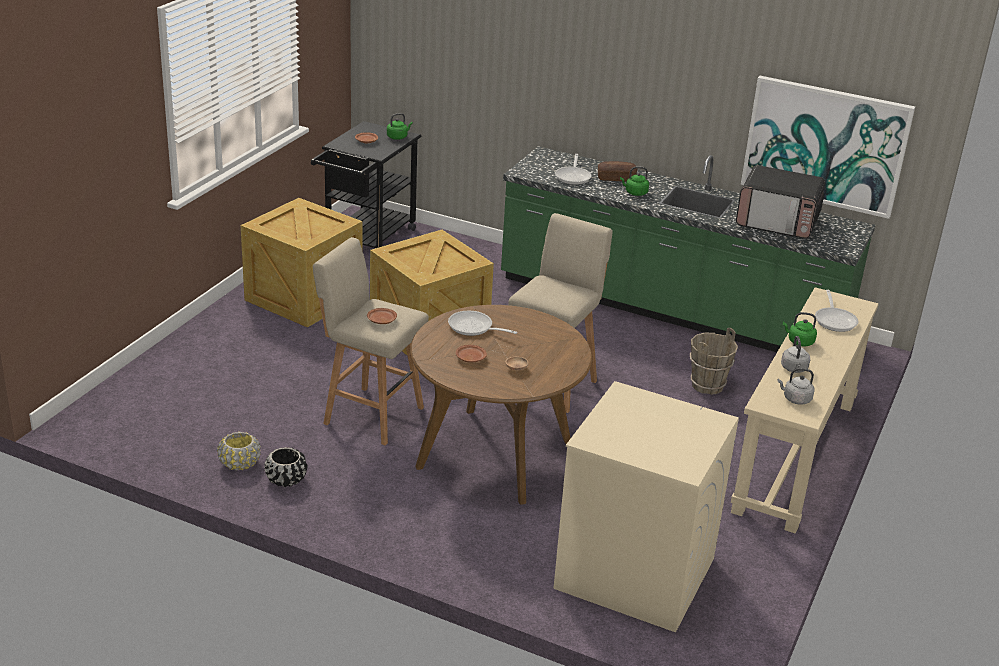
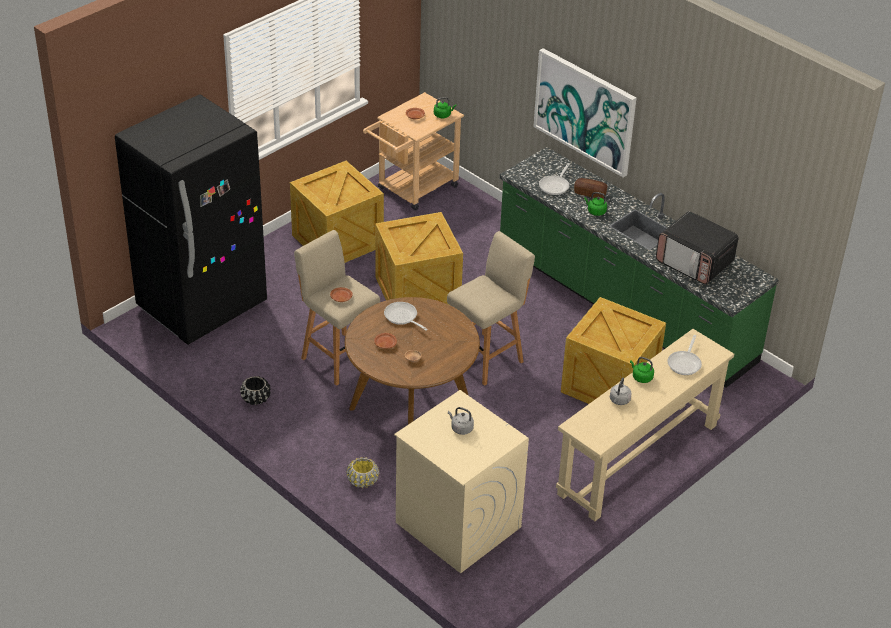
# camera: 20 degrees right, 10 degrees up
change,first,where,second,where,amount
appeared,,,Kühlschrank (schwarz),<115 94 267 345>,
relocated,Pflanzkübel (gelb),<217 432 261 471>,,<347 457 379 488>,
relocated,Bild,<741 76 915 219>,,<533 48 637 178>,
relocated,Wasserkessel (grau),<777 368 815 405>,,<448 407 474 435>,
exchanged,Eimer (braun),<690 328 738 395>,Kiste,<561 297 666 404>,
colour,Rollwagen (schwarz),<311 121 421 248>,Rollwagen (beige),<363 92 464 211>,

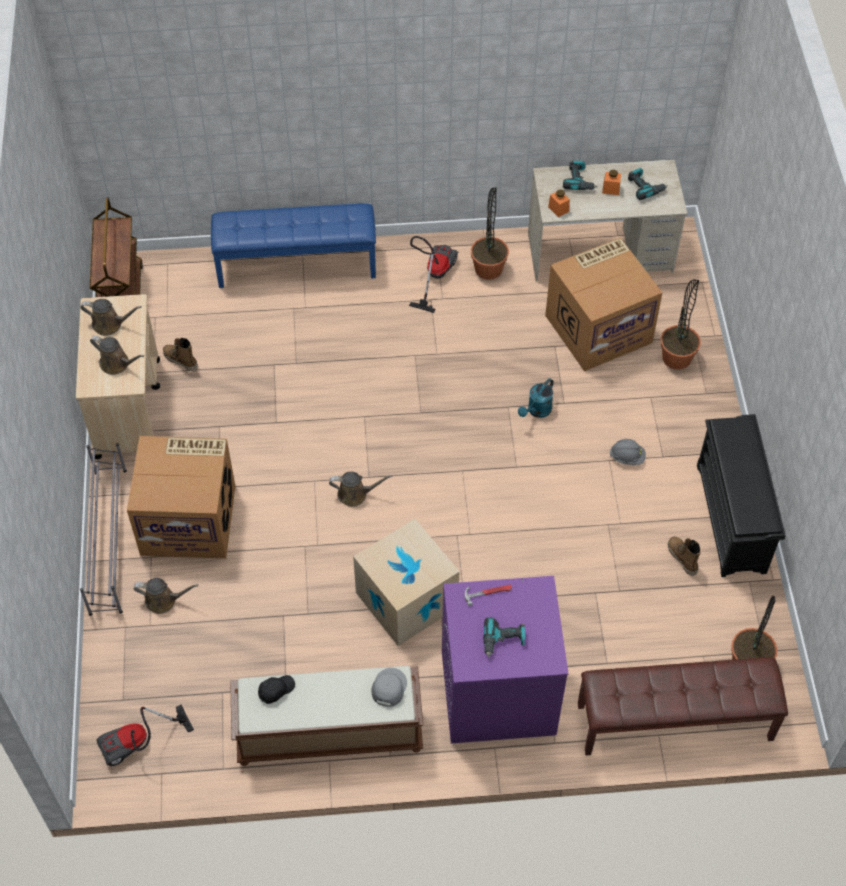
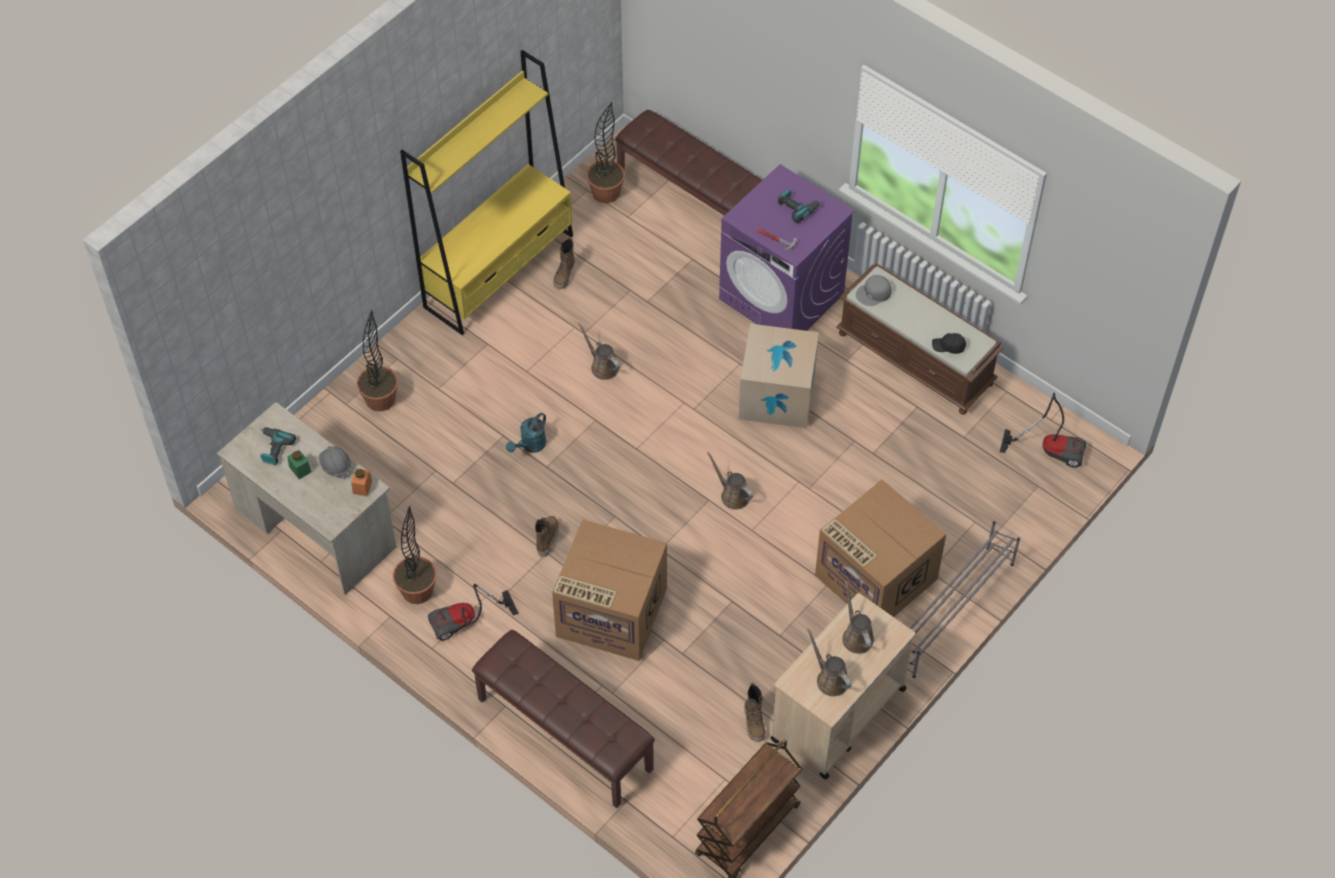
# camera: 135 degrees left, 0 degrees up
change,first,where,second,where,amount
missing,Bohrmaschine,<563 160 598 190>,,,
appeared,,,Stiefel,<535 516 559 557>,
relocated,Gießkanne (braun),<134 578 198 614>,,<578 323 620 380>,
relocated,Karton,<545 237 662 371>,,<552 519 667 661>,
relocated,Schutzhelm (grau),<609 439 646 465>,,<319 446 351 479>,
exchanged,Schuhregal (schwarz),<697 414 786 577>,Bücherregal (gelb),<400 50 573 335>,
colour,Bank (blau),<211 203 376 288>,Bank (braun),<472 630 655 808>,
colour,Vorratsglas (orange),<602 170 621 195>,Vorratsglas (grün),<287 450 312 479>,
spun,Gießkanne (türkis),<518 378 553 418>,,<506 413 546 453>,135 degrees clockwise

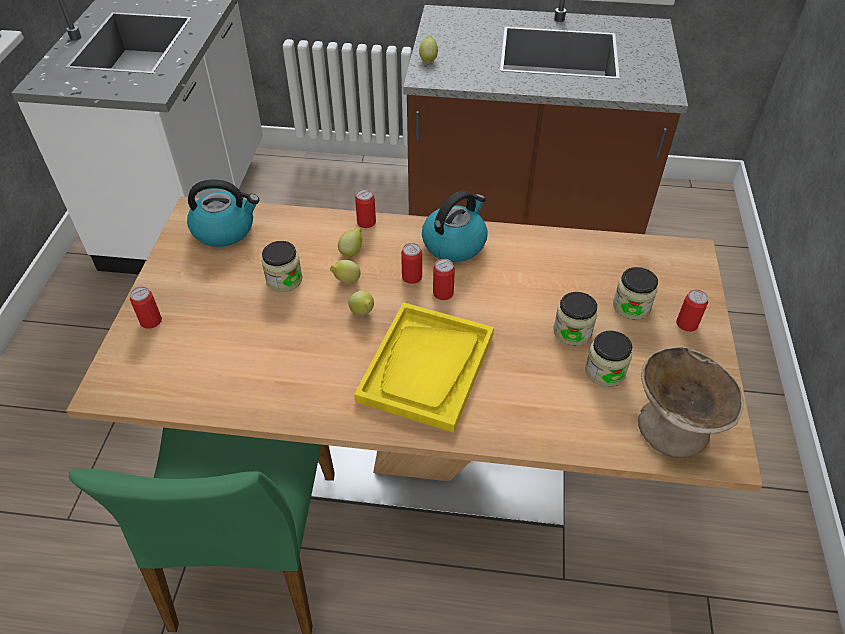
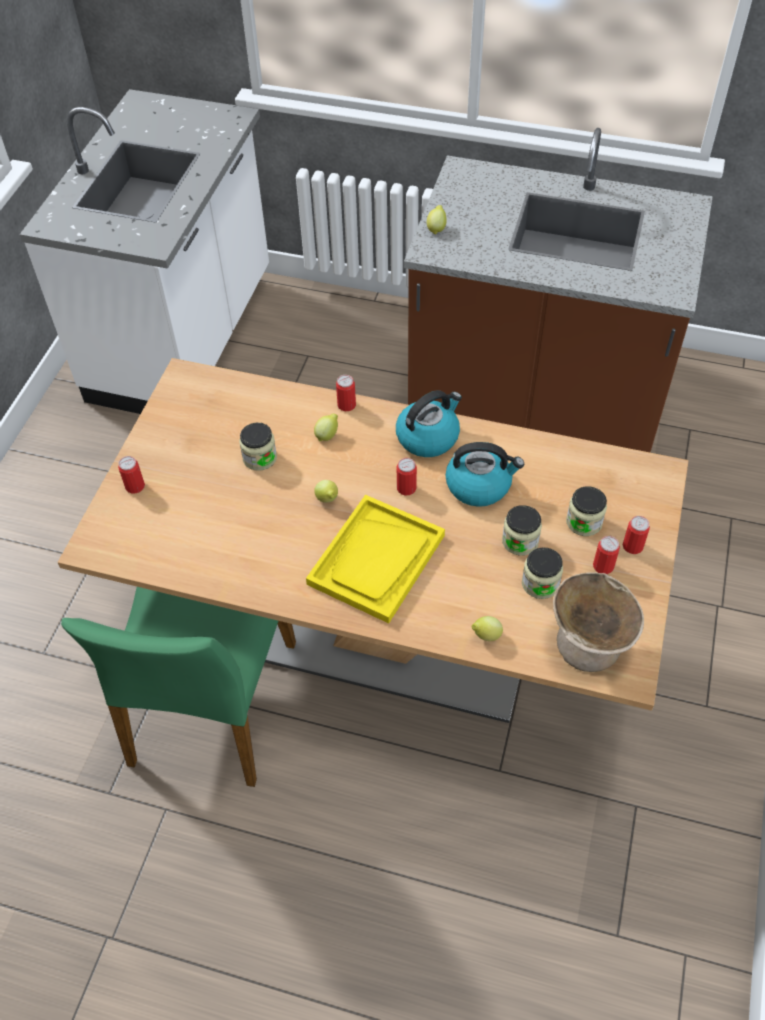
# camera: 10 degrees right, 5 degrees up
change,first,where,second,where,amount
relocated,Wasserkessel,<187 179 259 247>,,<445 442 524 507>,
relocated,Zitrone,<330 260 361 283>,,<472 616 503 641>,
relocated,Dose,<401 243 422 284>,,<593 536 620 574>,

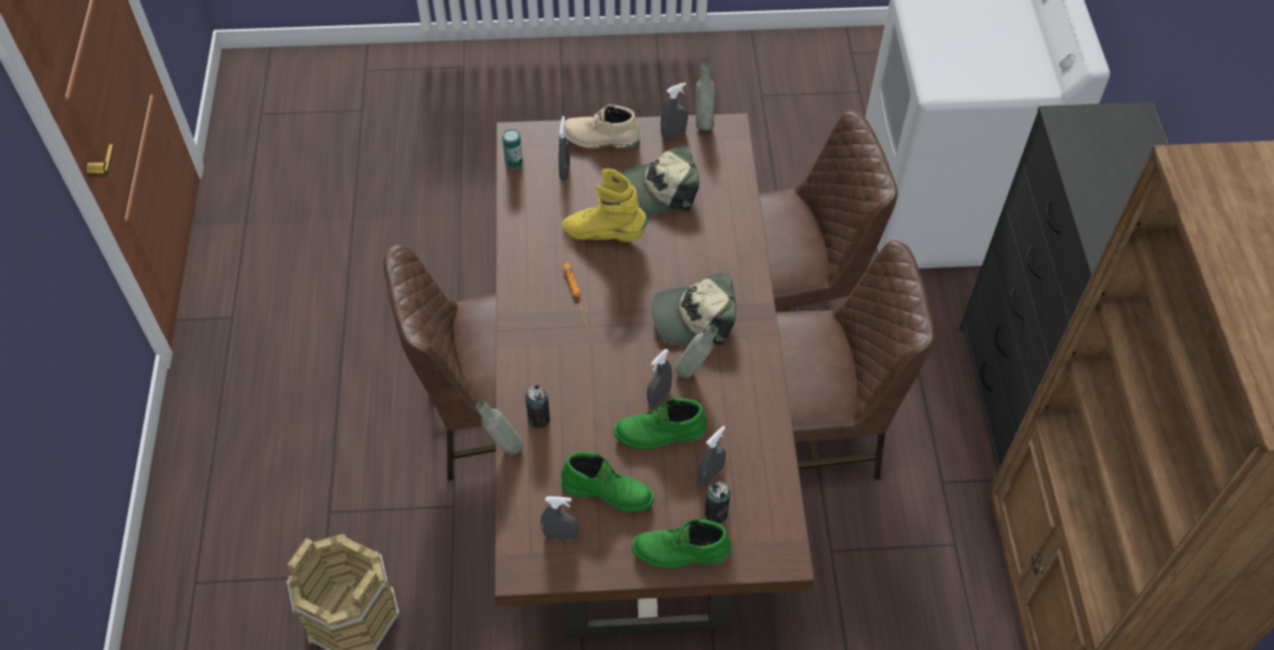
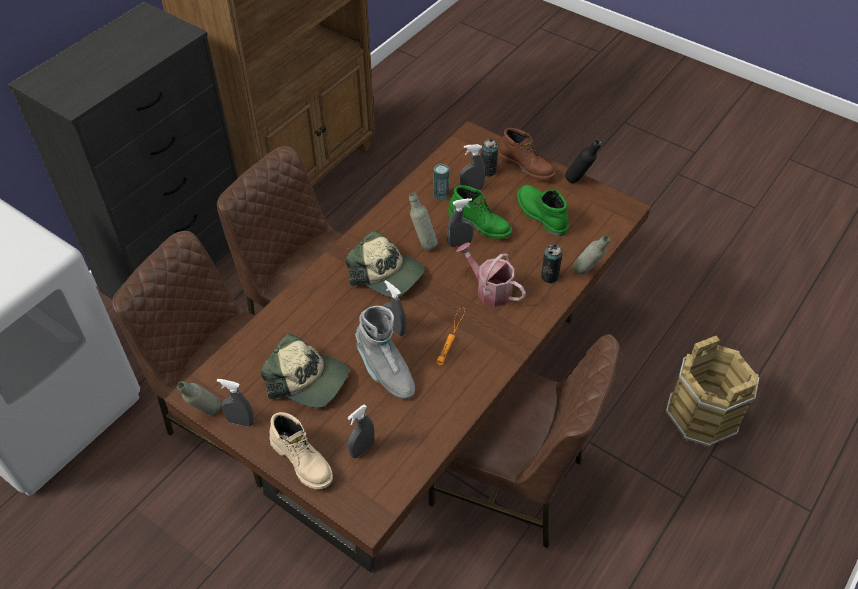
# camera: 140 degrees left, 5 degrees down
change,first,where,second,where,amount
appeared,,,Gießkanne,<456 243 526 307>,
appeared,,,Flasche (schwarz),<565 140 601 183>,
relocated,Dose,<502 129 523 170>,,<433 164 449 201>,
relocated,Sprühflasche (grau),<541 496 578 540>,,<383 280 406 336>,
colour,Stiefel (gelb),<562 169 648 242>,Stiefel (grau),<355 306 415 399>,
colour,Stiefel (grün),<632 519 731 569>,Stiefel (braun),<498 128 555 180>,

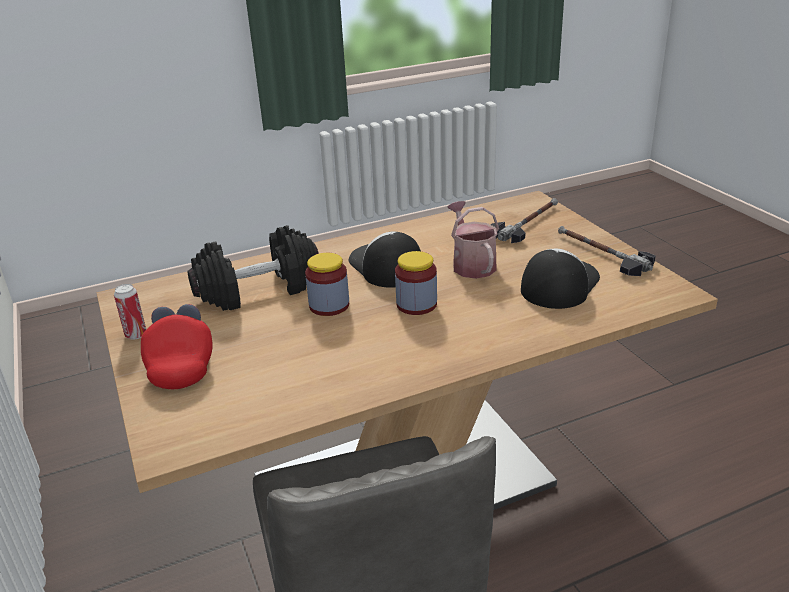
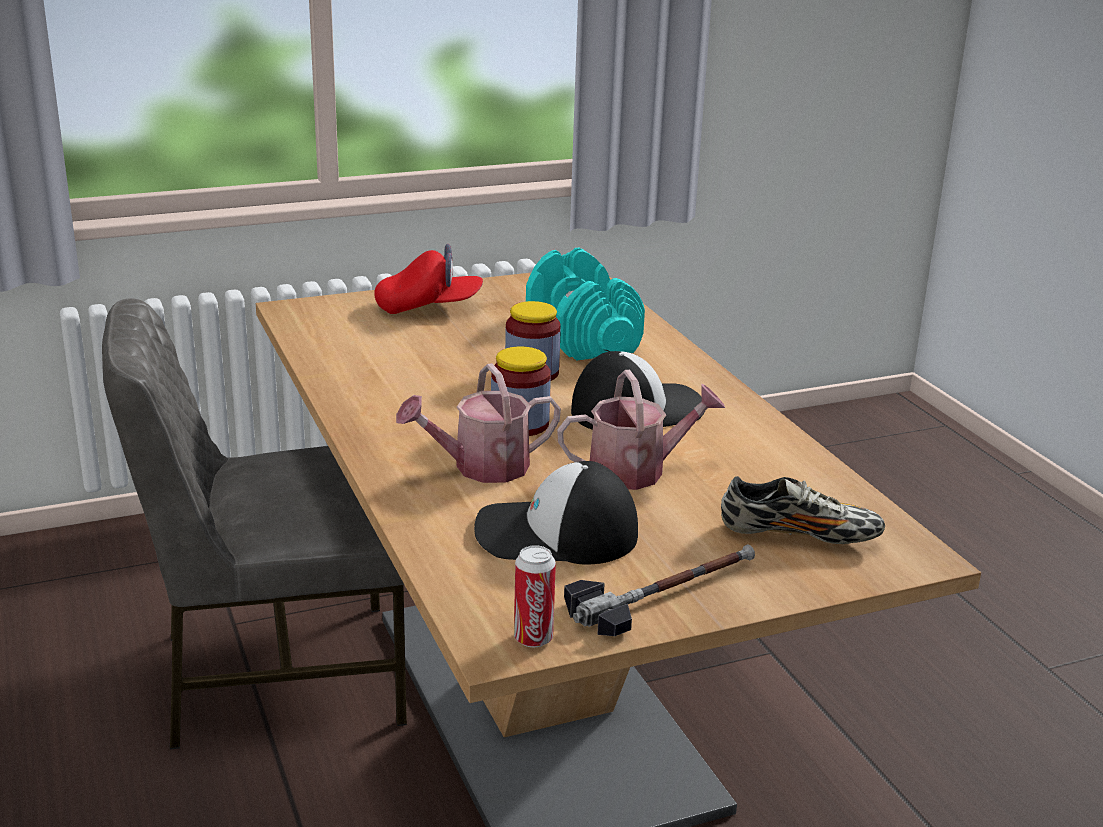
# camera: 90 degrees right, 5 degrees down
change,first,where,second,where,amount
appeared,,,Gießkanne,<396 363 561 483>,
relocated,Dose,<114 284 146 340>,,<514 545 556 647>,
exchanged,Hammer,<490 198 558 243>,Schuh,<721 476 885 544>,
colour,Hantel (schwarz),<188 225 319 311>,Hantel (türkis),<526 248 645 361>,
spun,Kappe,<521 249 600 309>,,<474 461 638 564>,150 degrees clockwise

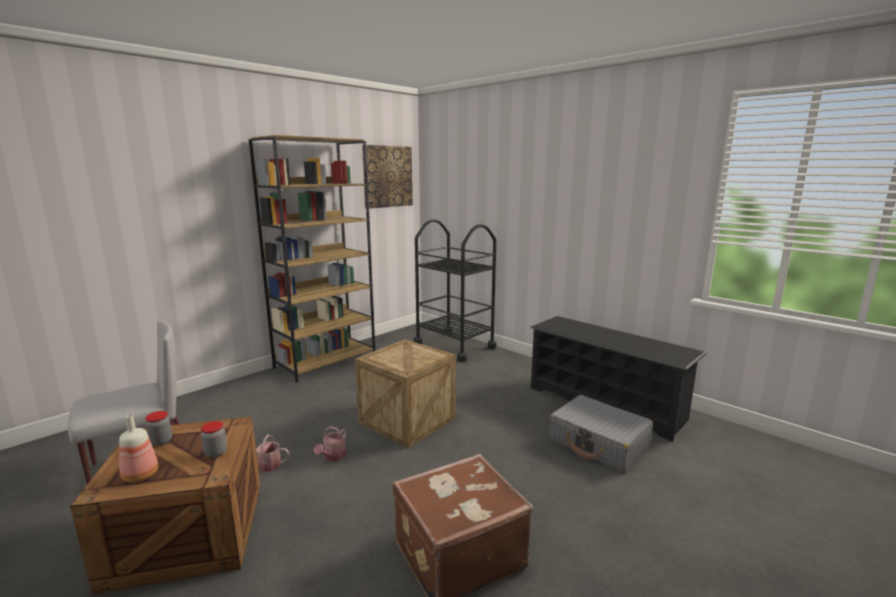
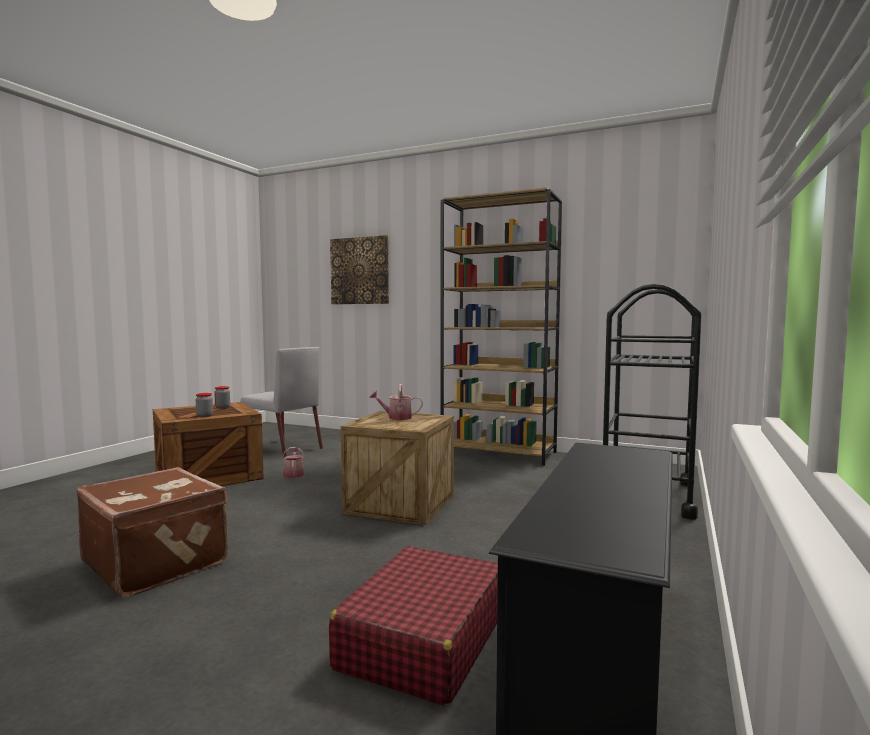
# camera: 70 degrees right, 10 degrees down
change,first,where,second,where,amount
missing,Flasche,<119 415 159 483>,,,
relocated,Gießkanne,<314 426 346 462>,,<369 384 423 420>,
relocated,Bild,<362 145 413 209>,,<330 235 389 304>,
colour,Koffer (grau),<549 395 653 472>,Koffer (rot),<329 546 498 706>,

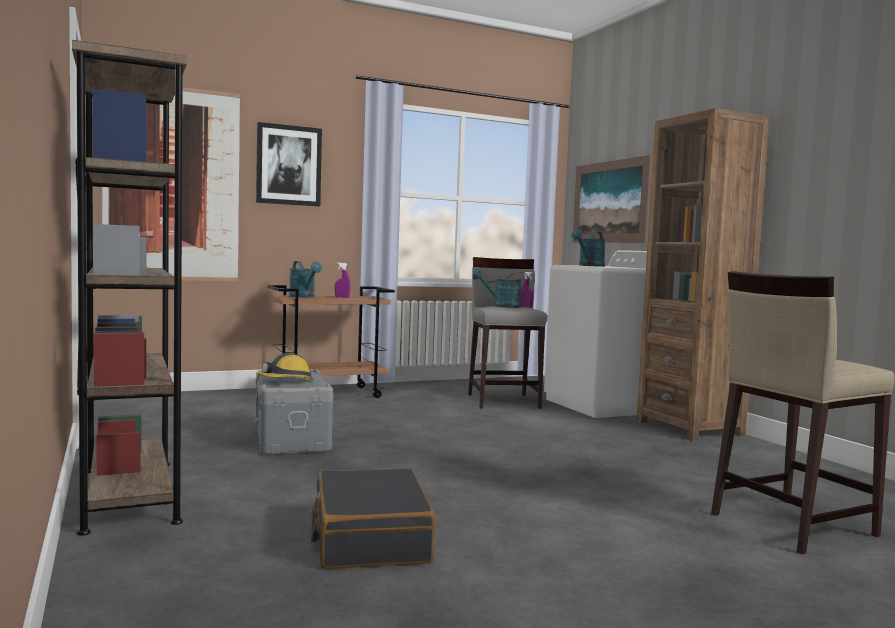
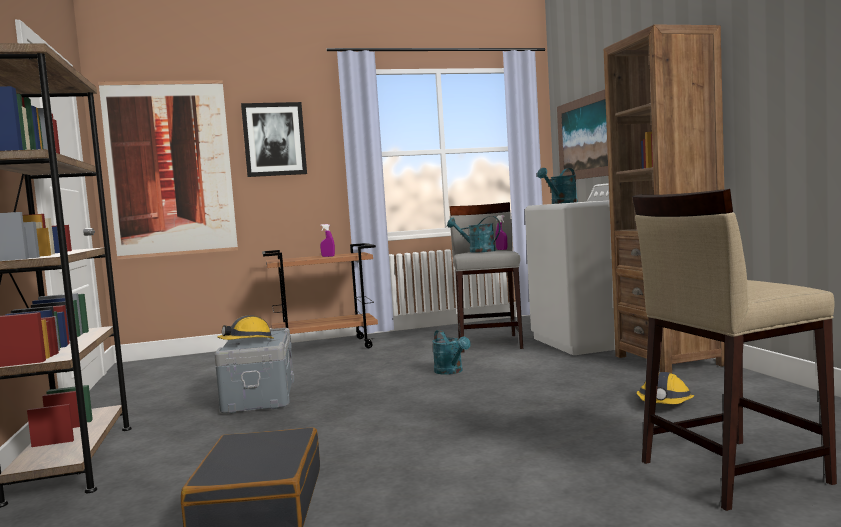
# camera: 10 degrees right, 0 degrees up
change,first,where,second,where,amount
appeared,,,Schutzhelm,<636 372 694 404>,
relocated,Gießkanne (türkis),<289 261 322 298>,,<432 330 471 375>,

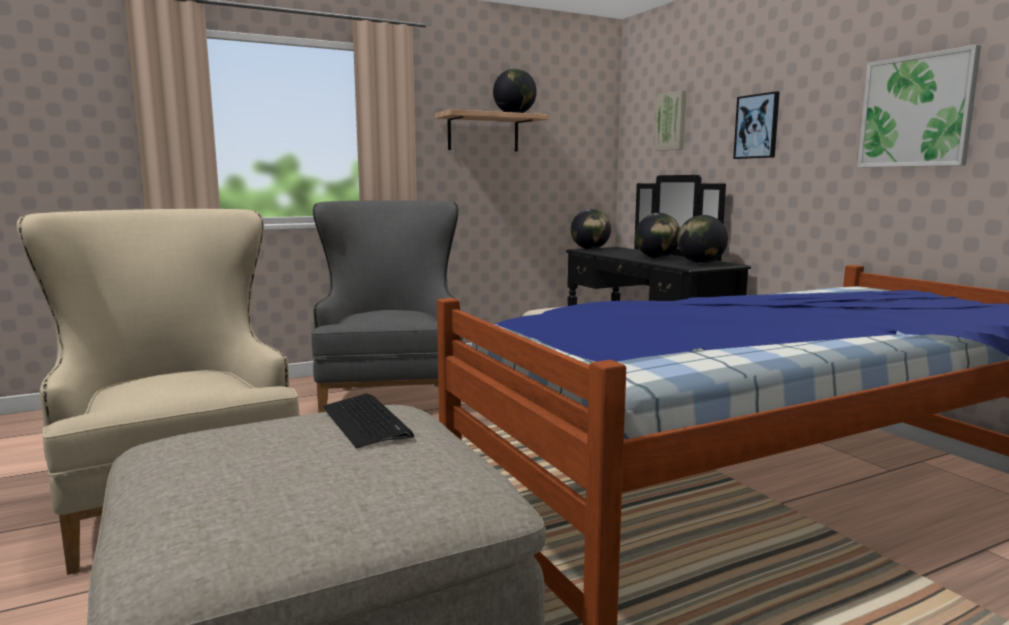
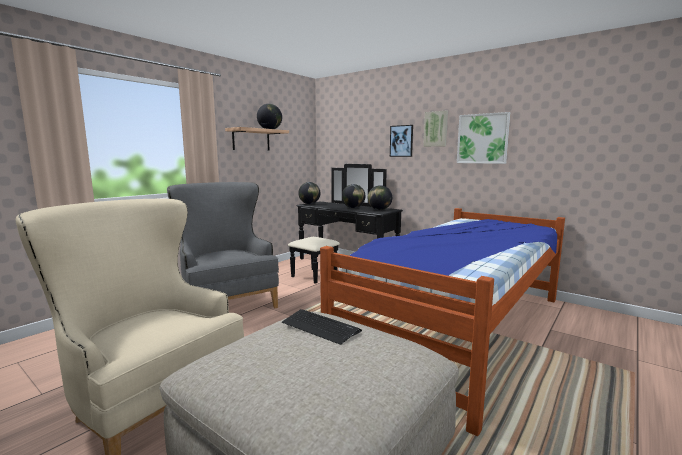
# camera: 25 degrees left, 0 degrees up
change,first,where,second,where,amount
relocated,Bild,<655 90 686 151>,,<423 111 448 147>,

